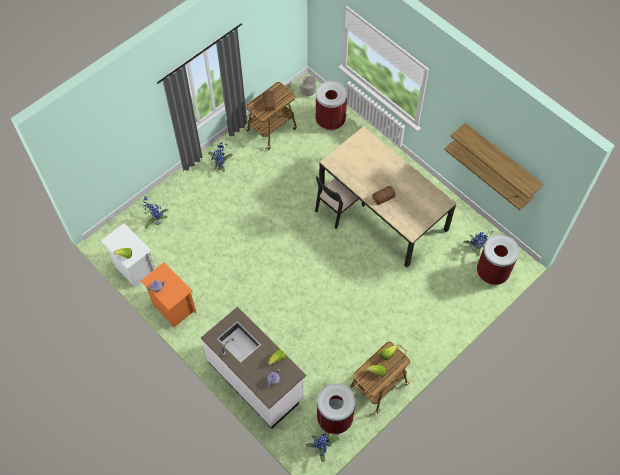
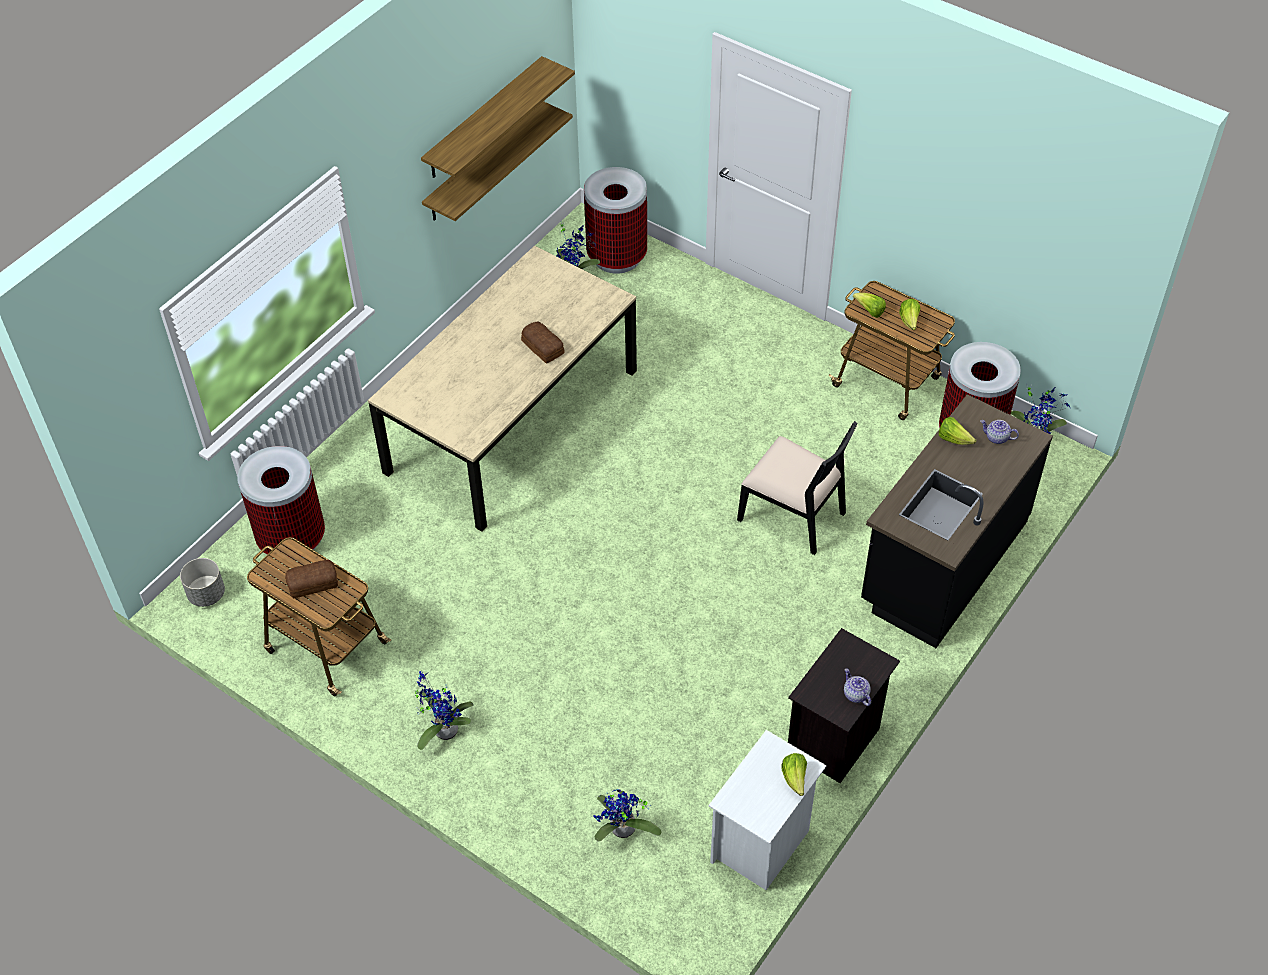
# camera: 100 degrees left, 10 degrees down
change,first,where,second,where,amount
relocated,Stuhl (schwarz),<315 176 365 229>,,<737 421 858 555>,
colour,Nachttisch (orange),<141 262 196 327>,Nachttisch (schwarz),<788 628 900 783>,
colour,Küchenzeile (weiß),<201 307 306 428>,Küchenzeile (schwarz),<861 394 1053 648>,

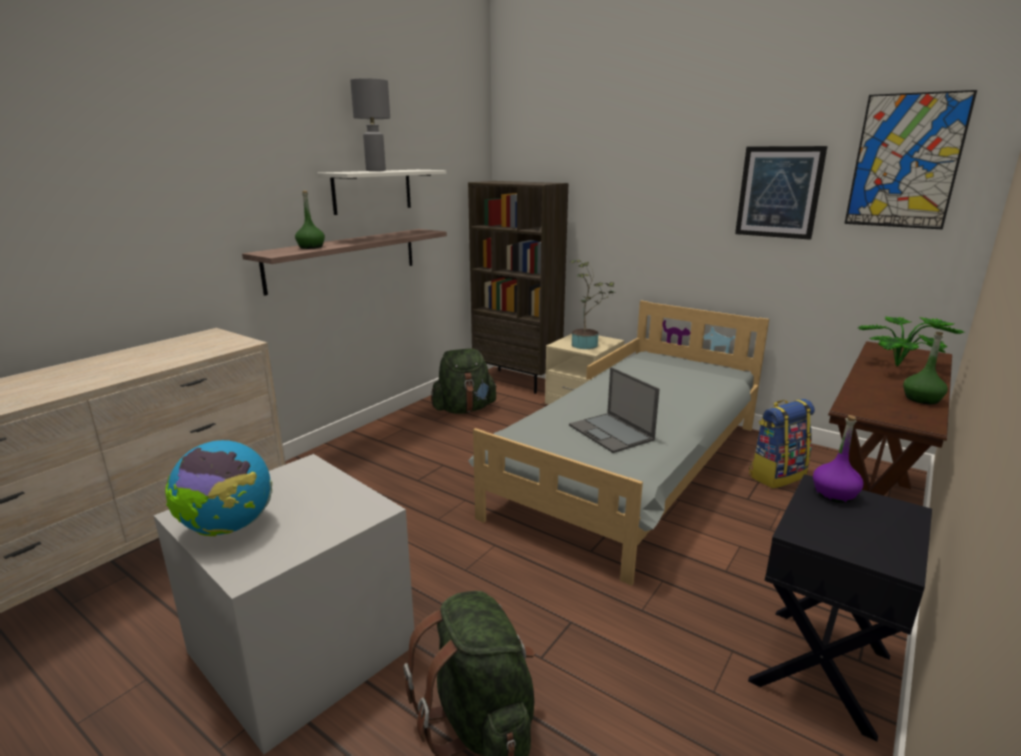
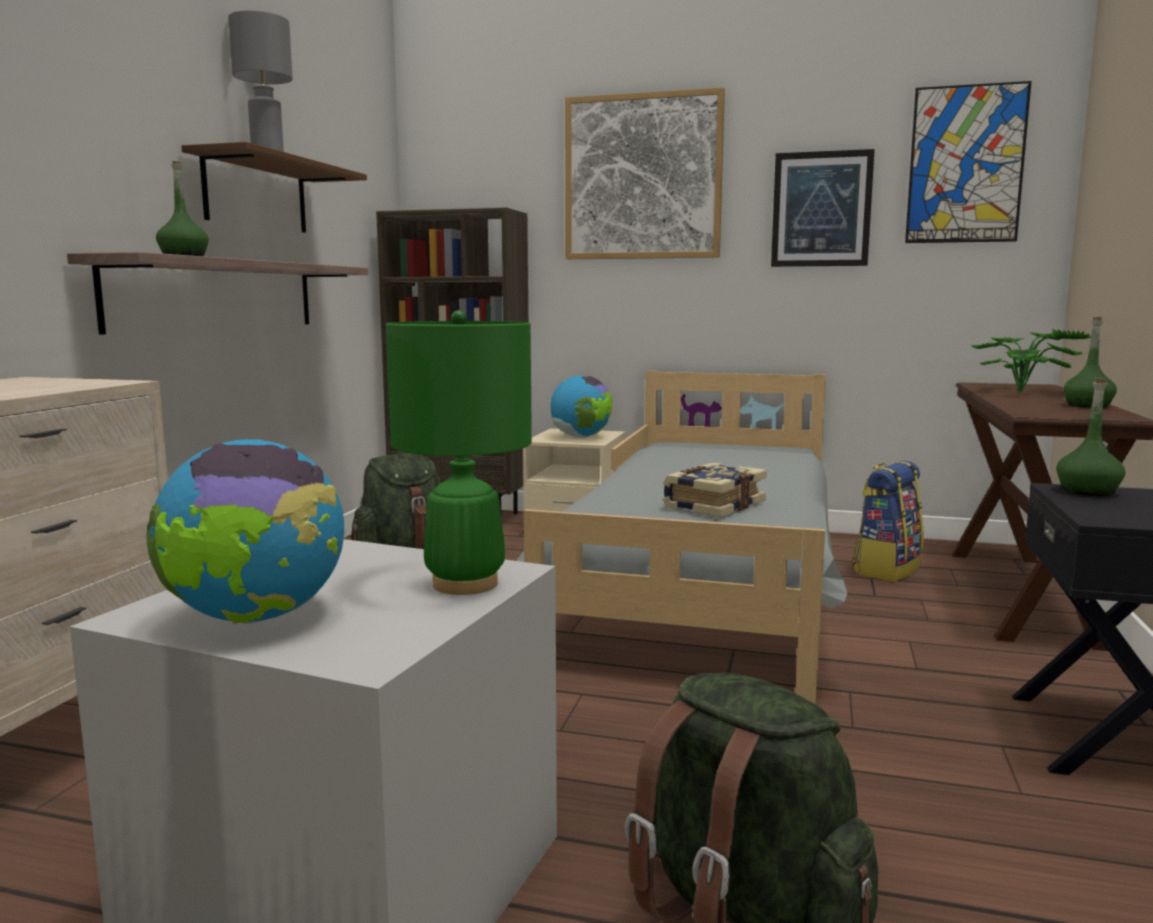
# camera: 20 degrees left, 10 degrees down
change,first,where,second,where,amount
appeared,,,Tischlampe (grün),<386 310 532 595>,
appeared,,,Bild,<565 87 725 259>,
exchanged,Laptop,<569 367 660 453>,Buch,<663 463 767 518>,
exchanged,Topfpflanze,<570 260 615 349>,Globus,<550 376 612 438>,
colour,Wandregal (weiß),<317 170 446 215>,Wandregal (braun),<181 142 367 233>,
colour,Flasche (lila),<813 415 863 503>,Flasche (grün),<1056 378 1125 496>,

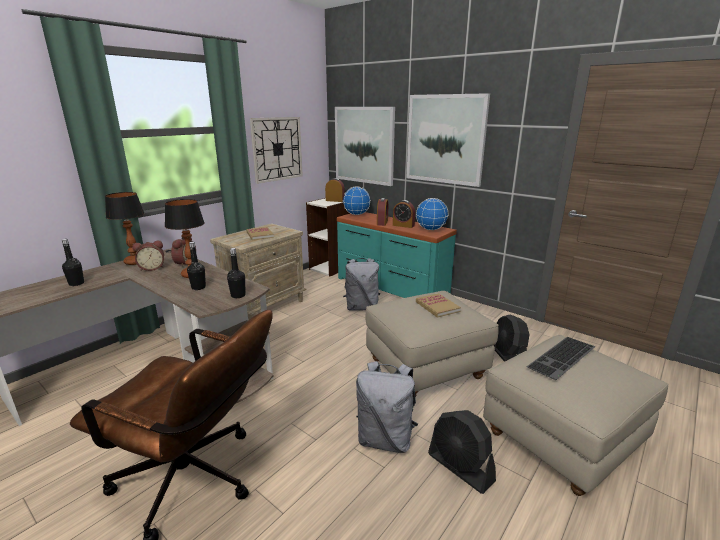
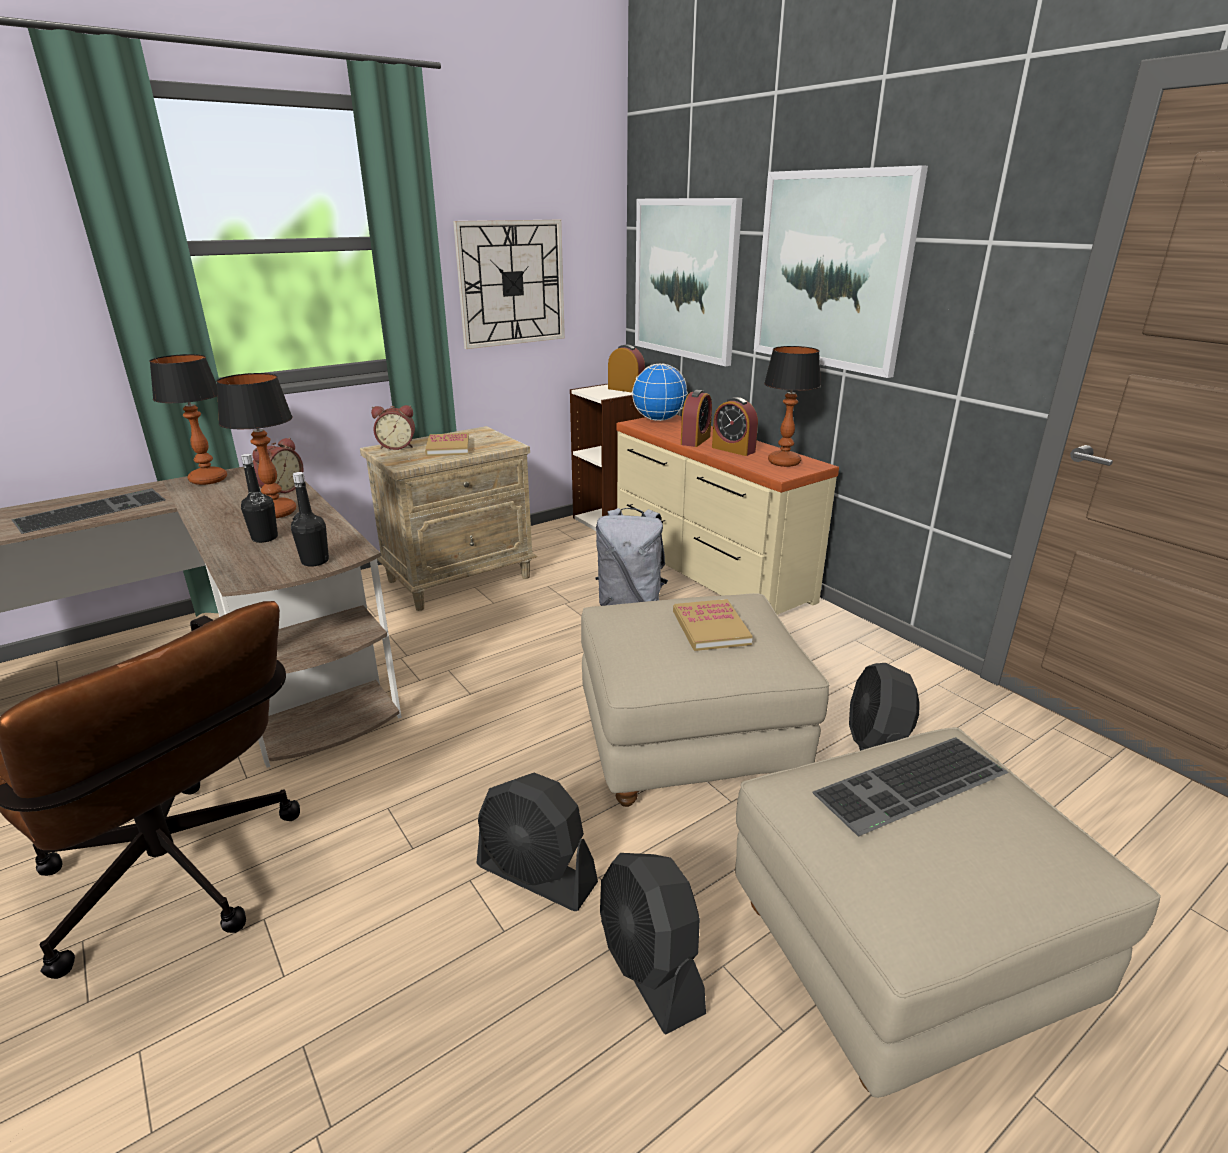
# camera: 15 degrees right, 5 degrees up
change,first,where,second,where,amount
relocated,Wecker,<132 241 164 271>,,<371 405 415 450>,
exchanged,Flasche (schwarz),<62 239 84 286>,Tastatur,<11 488 165 534>,
exchanged,Rucksack (grau),<356 361 418 453>,Ventilator (schwarz),<477 773 598 911>,
exchanged,Globus,<416 198 448 230>,Tischlampe,<764 346 821 467>,
colour,Kommode (türkis),<337 212 457 298>,Kommode (beige),<617 415 839 615>,

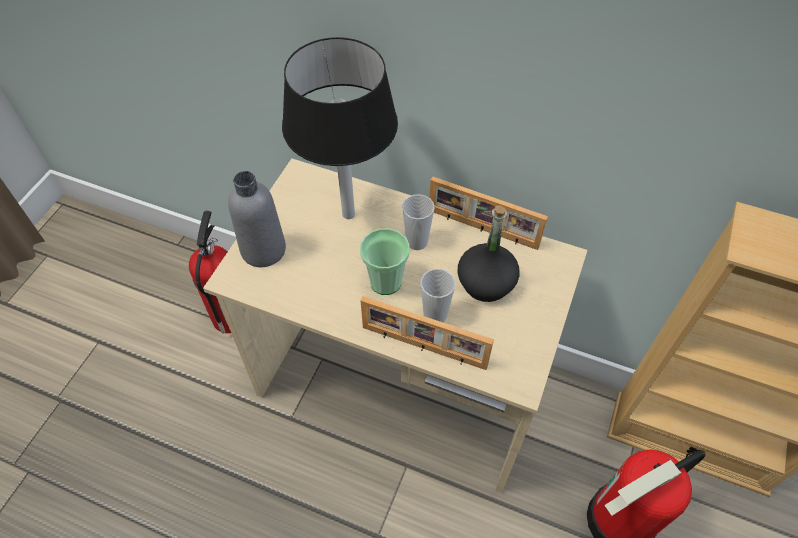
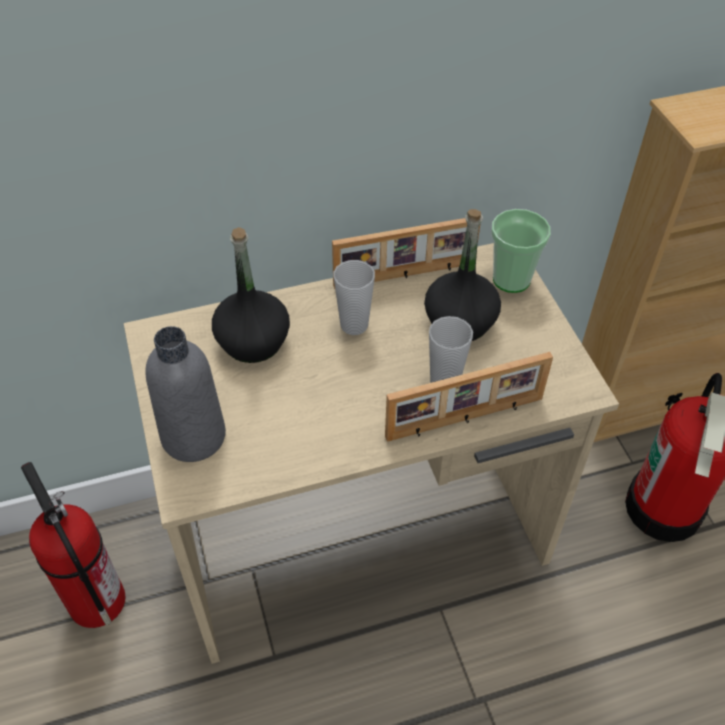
# camera: 40 degrees left, 5 degrees down
change,first,where,second,where,amount
relocated,Tasse,<360 228 410 295>,,<491 209 551 293>,
exchanged,Tischlampe (schwarz),<282 37 398 219>,Flasche (schwarz),<212 227 290 363>,

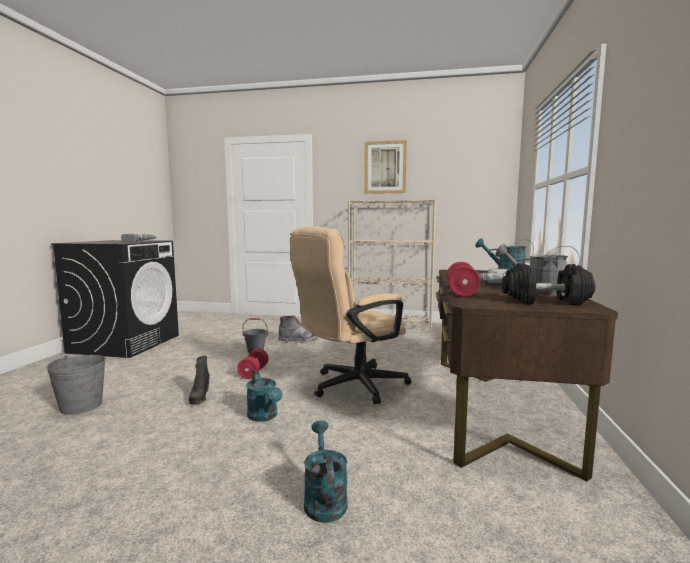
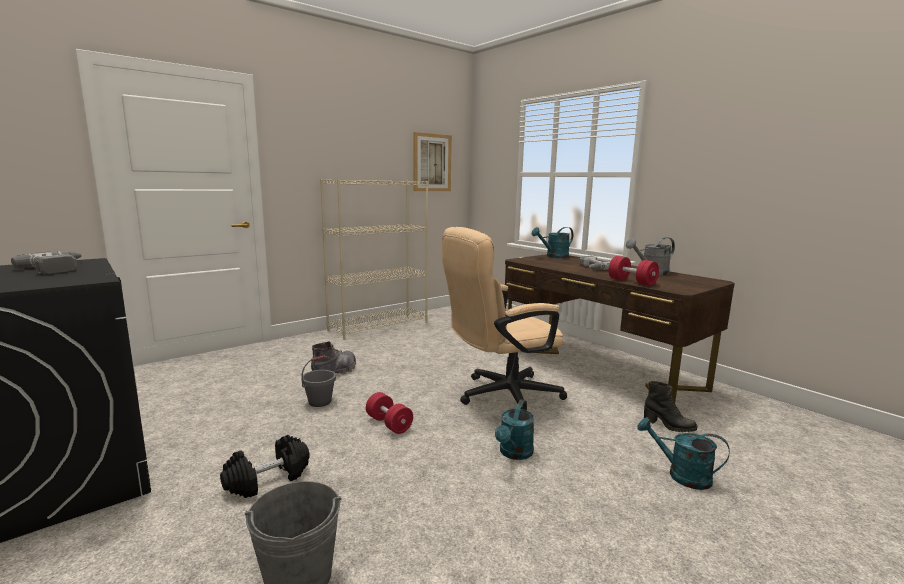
# camera: 50 degrees left, 5 degrees up
change,first,where,second,where,amount
relocated,Stiefel (schwarz),<189 356 210 405>,,<644 381 697 432>,
relocated,Bild,<364 140 407 194>,,<414 132 452 191>,
relocated,Hantel (schwarz),<502 263 595 305>,,<220 435 310 498>,
spun,Gießkanne (türkis),<246 370 282 422>,,<495 400 535 460>,105 degrees clockwise
spun,Bürostuhl (beige),<290 226 412 405>,,<442 227 567 409>,60 degrees clockwise

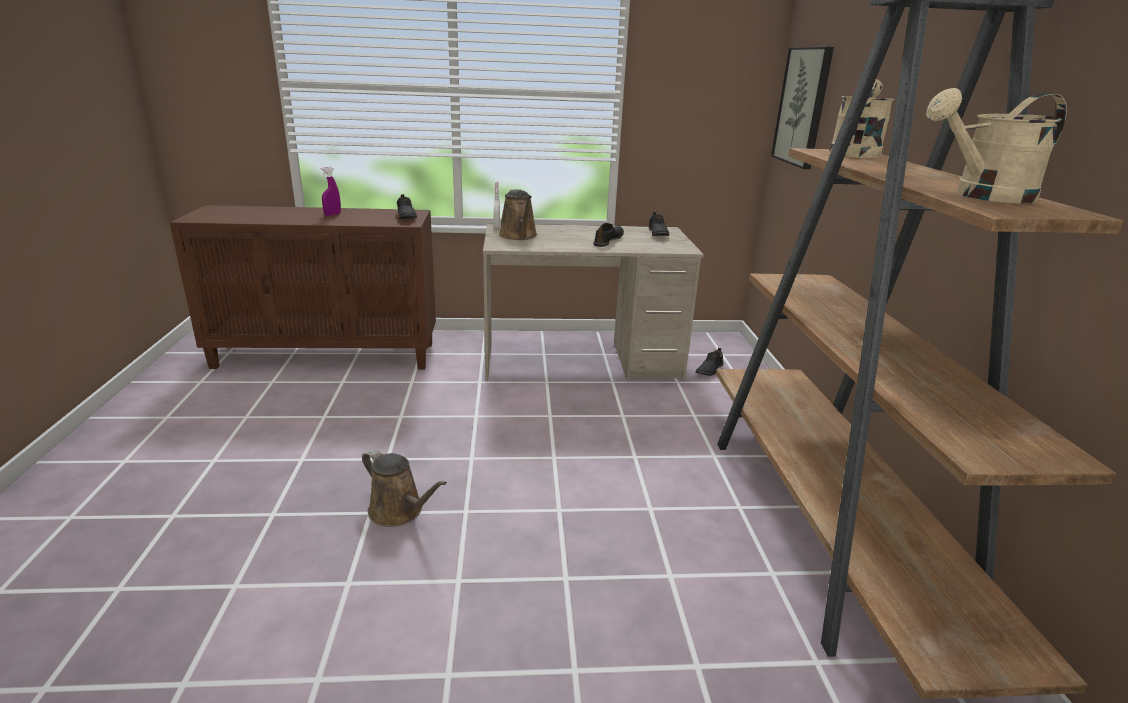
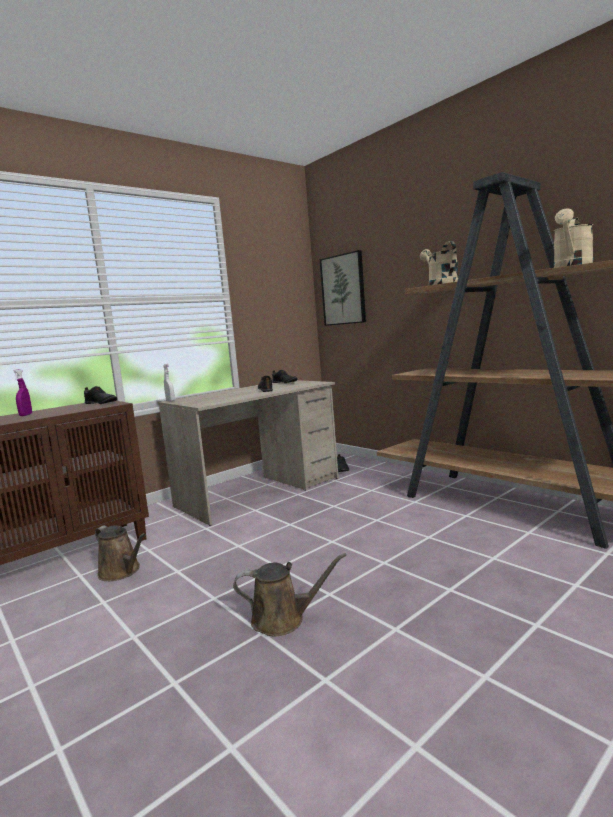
# camera: 35 degrees left, 15 degrees down
change,first,where,second,where,amount
relocated,Gießkanne (braun),<499 189 537 240>,,<95 525 146 581>,

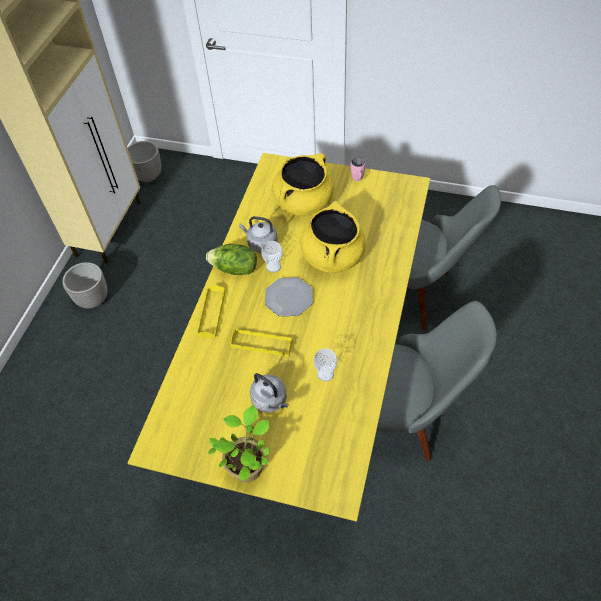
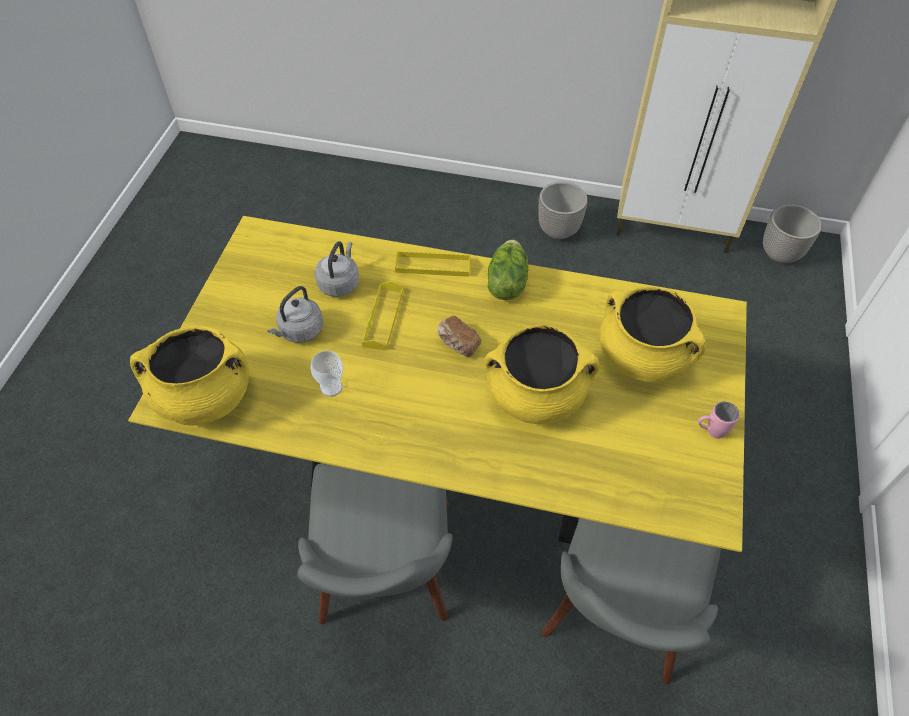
# camera: 85 degrees right, 0 degrees up
change,first,where,second,where,amount
missing,Topfpflanze,<208 405 269 483>,,,
missing,Tasse,<261 241 283 272>,,,
appeared,,,Kochtopf (gelb),<130 326 249 426>,
relocated,Wasserkessel (grau),<239 216 278 253>,,<315 241 359 297>,
exchanged,Teller,<265 277 313 316>,Brot,<437 316 481 357>,

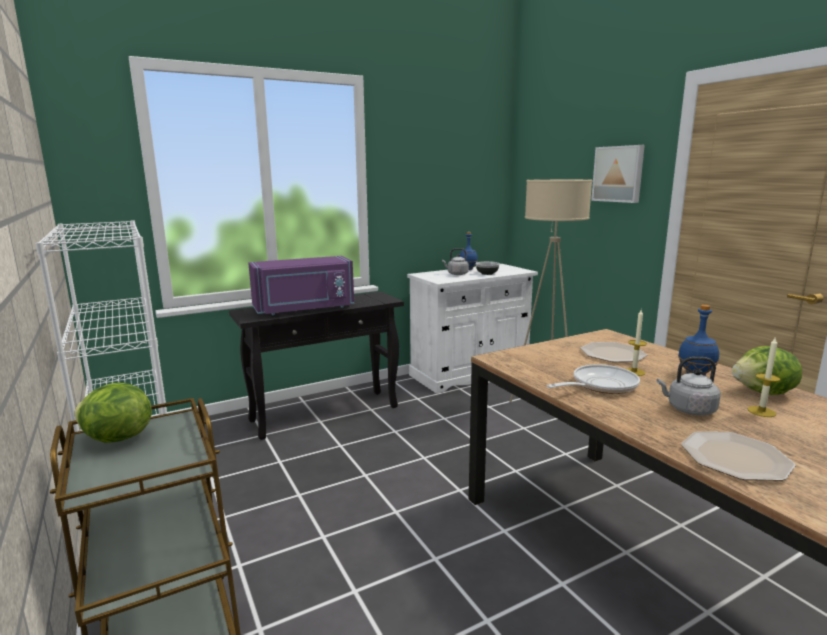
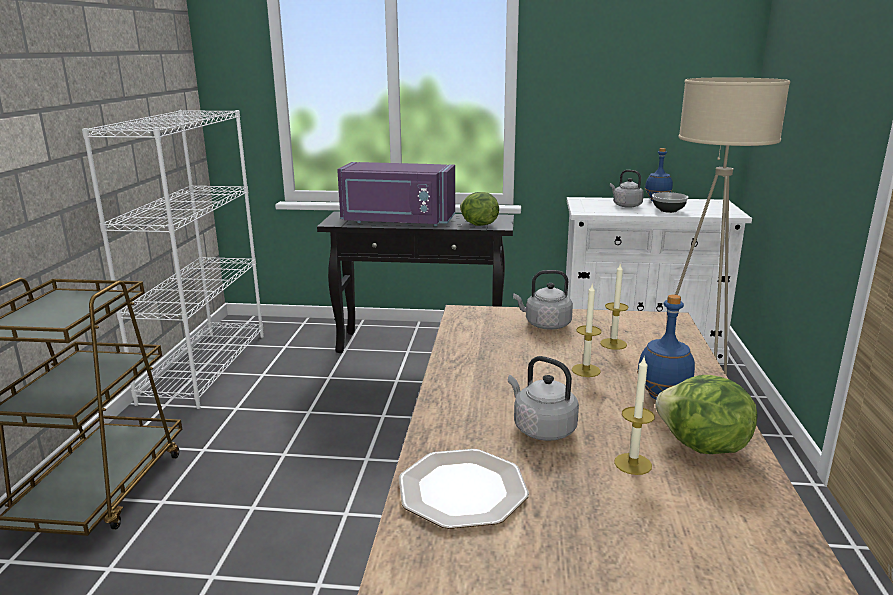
# camera: 35 degrees right, 5 degrees up
change,first,where,second,where,amount
missing,Pfanne,<547 364 640 394>,,,
missing,Bild,<591 145 645 203>,,,
appeared,,,Wasserkessel (grau),<513 270 573 330>,
relocated,Salatkopf,<74 383 152 443>,,<460 192 499 226>,
exchanged,Teller,<580 342 647 362>,Kerze,<600 262 628 350>,

